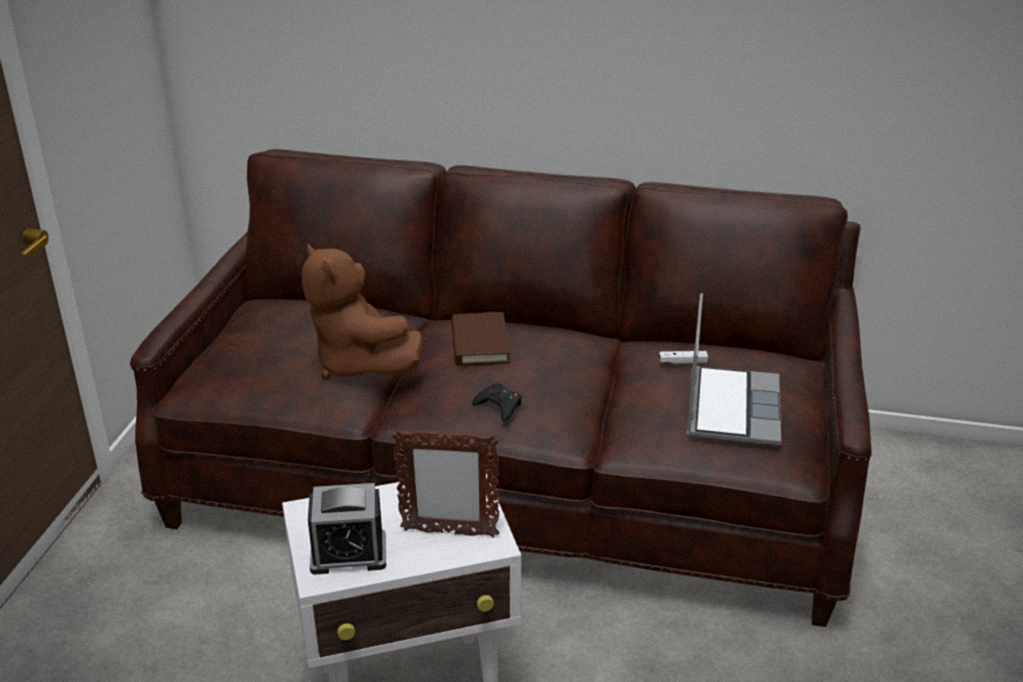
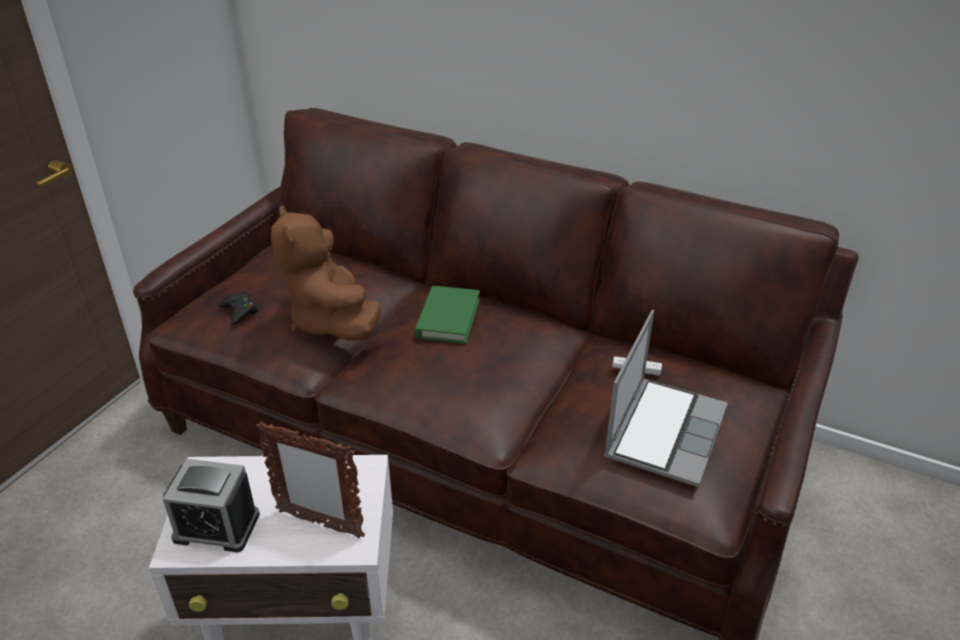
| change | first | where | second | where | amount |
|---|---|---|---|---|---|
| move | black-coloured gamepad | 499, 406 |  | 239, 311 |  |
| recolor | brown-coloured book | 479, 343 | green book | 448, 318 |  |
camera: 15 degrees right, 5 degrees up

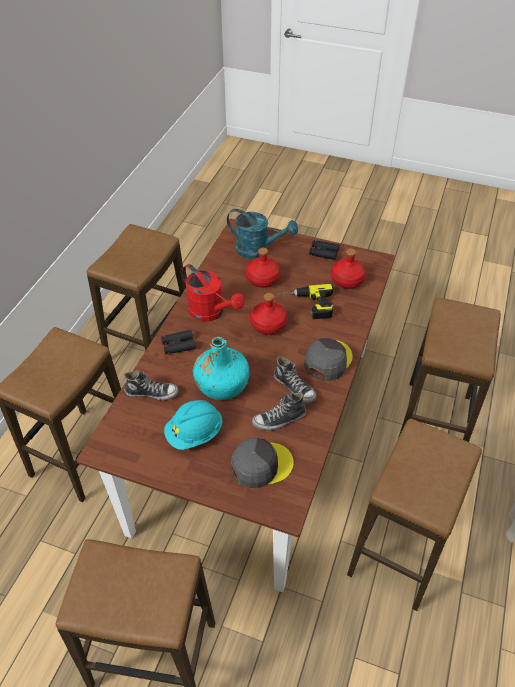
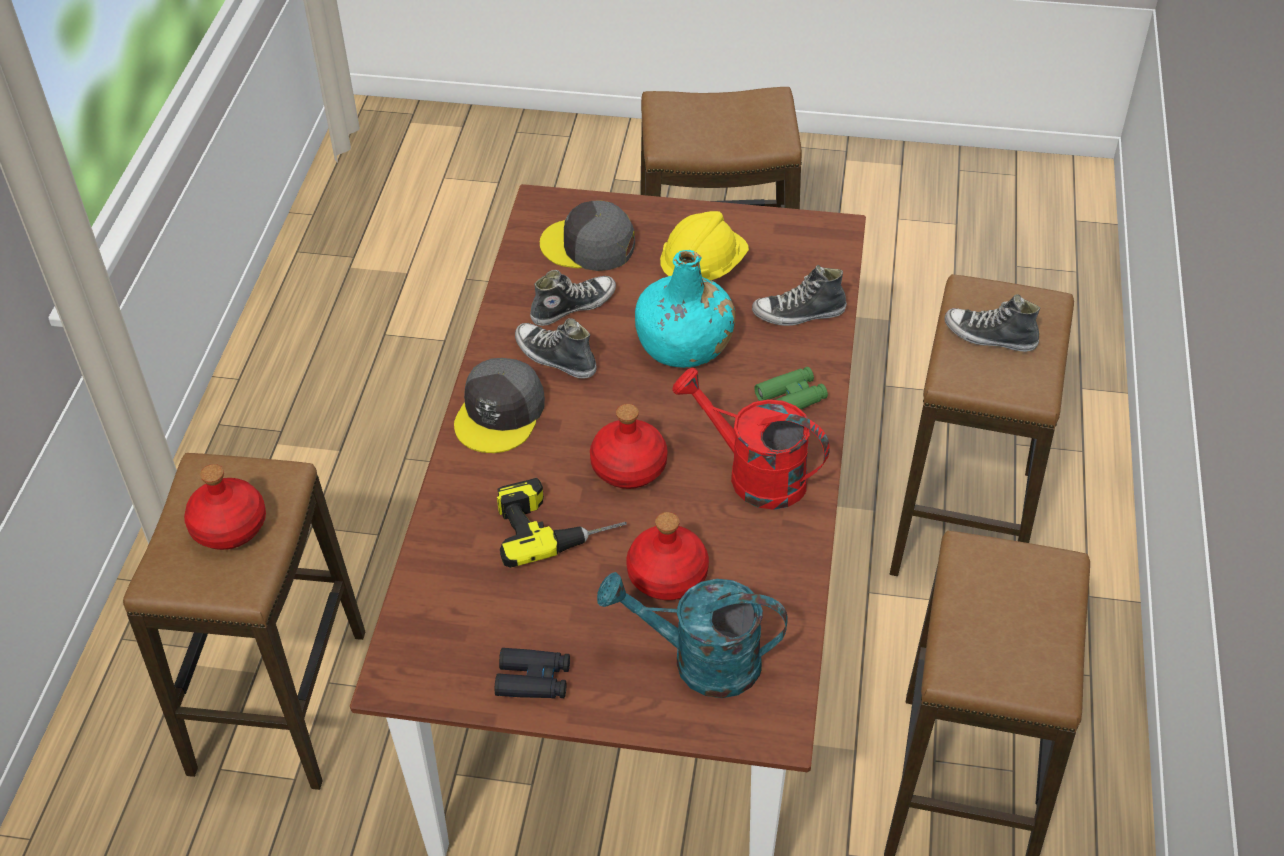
| change | first | where | second | where | amount |
|---|---|---|---|---|---|
| move | red beverage bottle | 347, 280 |  | 228, 526 |  |
| rotate | gray peaked cap | 261, 465 |  | 588, 245 | 45 degrees clockwise |
| recolor | turquoise hard hat | 194, 434 | yellow hard hat | 702, 268 |  |
| recolor | black-coloured pair of binoculars | 178, 345 | green pair of binoculars | 791, 398 |  |
| insert |  |  | shoe | 989, 336 |  |
| delete | sitting stool | 399, 550 |  |  |  |
camera: 170 degrees right, 0 degrees up

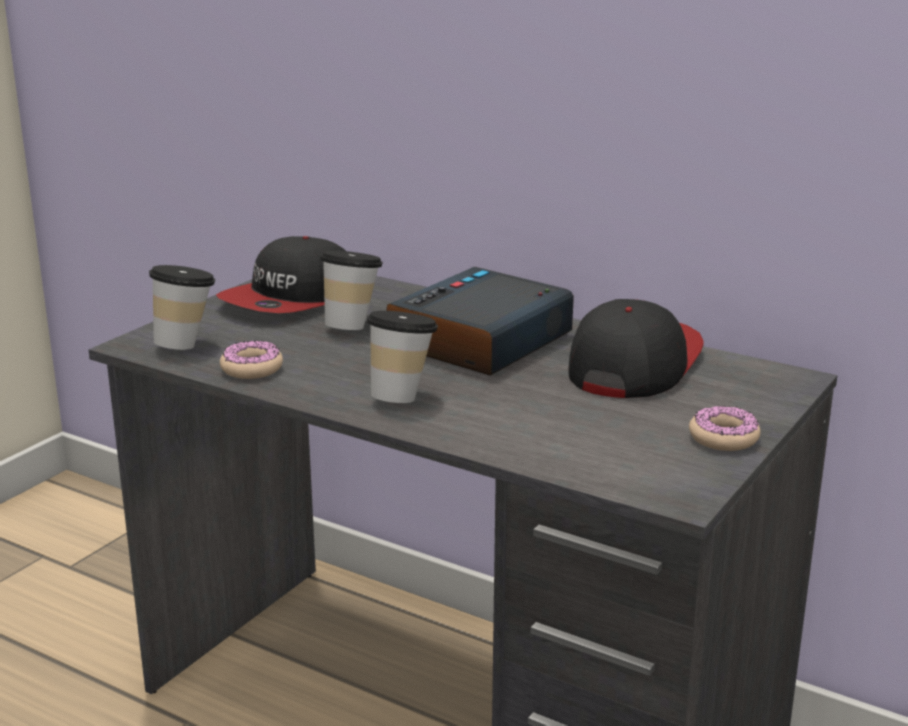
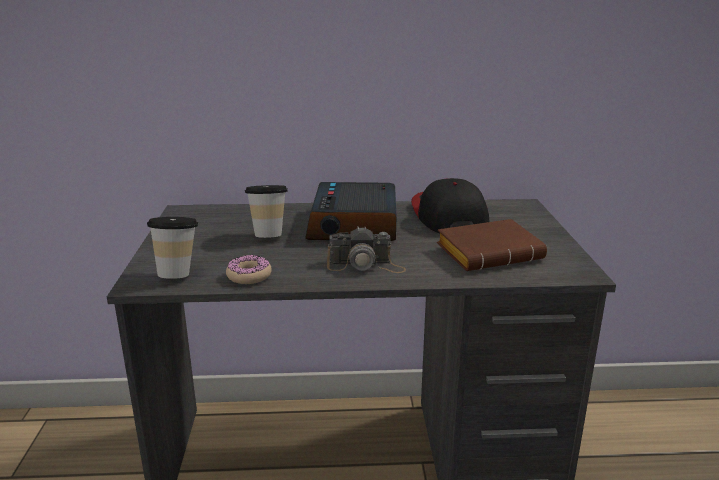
| change | first | where | second | where | amount |
|---|---|---|---|---|---|
| replace | small cup | 402, 396 | photo camera | 366, 265 |  |
| insert |  |  | brown-coloured book | 490, 252 |  |
| delete | peaked cap | 292, 299 |  |  |  |
| delete | donut | 723, 438 |  |  |  |
camera: 35 degrees left, 0 degrees up

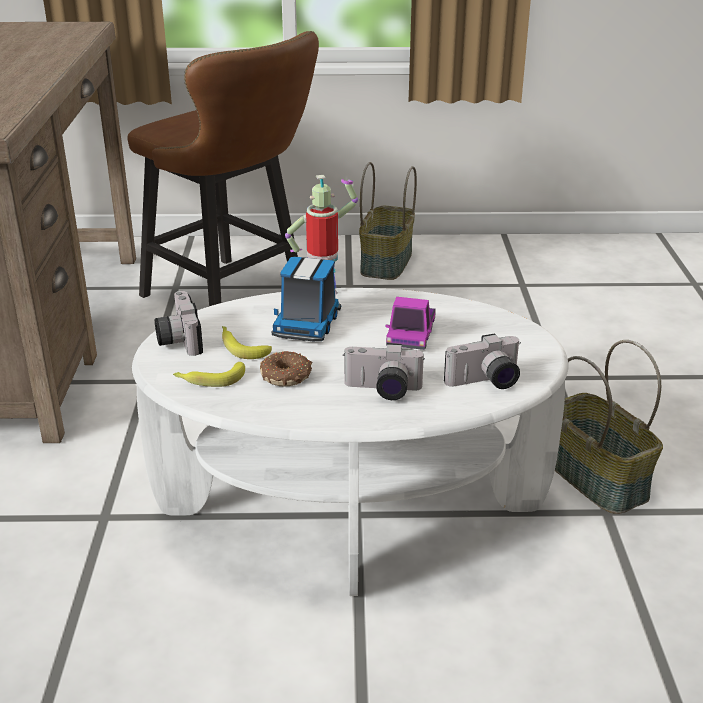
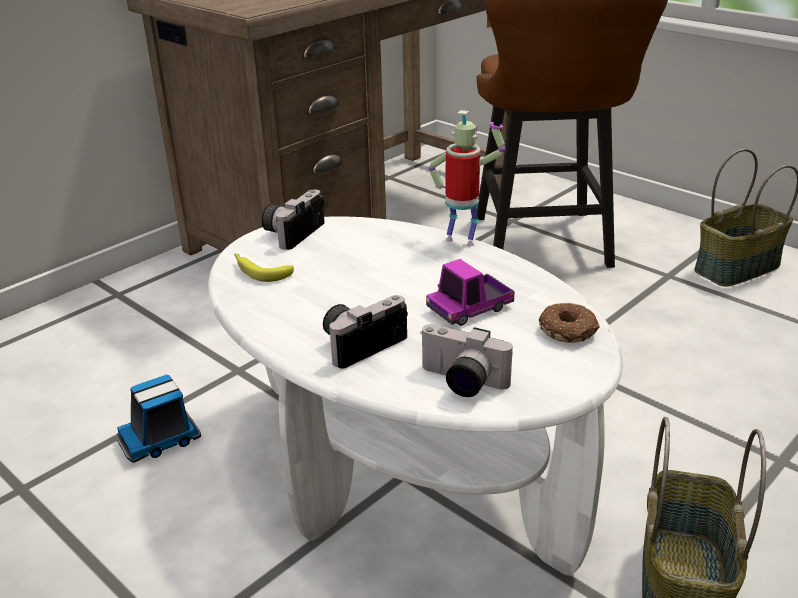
| change | first | where | second | where | amount |
|---|---|---|---|---|---|
| move | toy lorry | 307, 324 |  | 161, 439 |  |
| rotate | photo camera | 382, 391 |  | 361, 343 | 90 degrees clockwise |
| move | donut | 287, 376 |  | 568, 331 |  |
| delete | banana fruit | 241, 347 |  |  |  |
camera: 45 degrees right, 0 degrees up

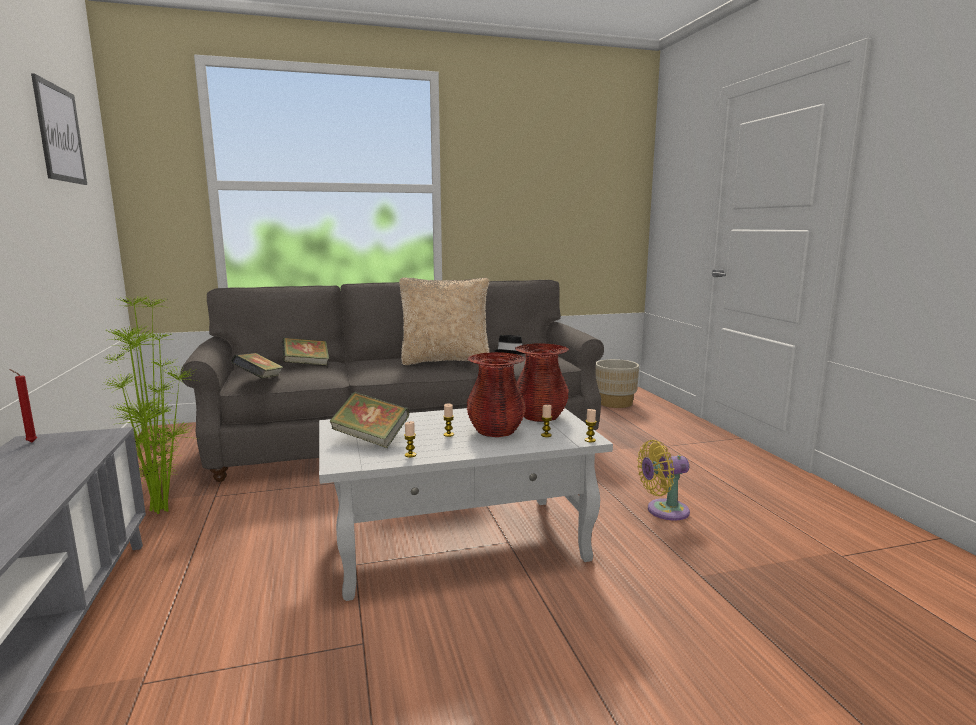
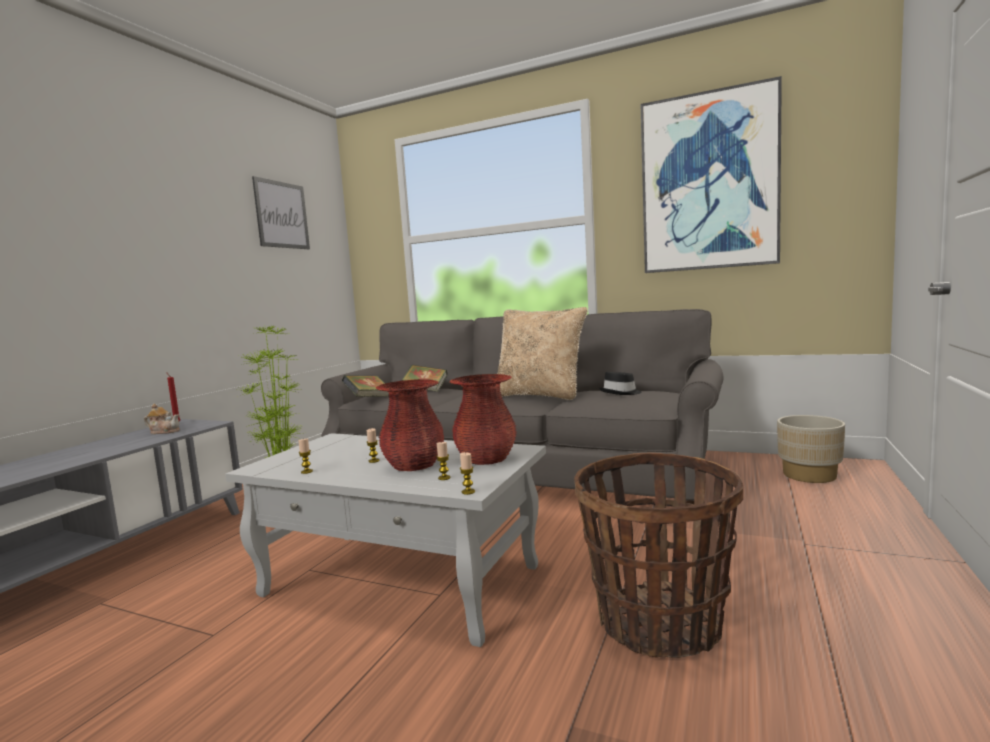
| change | first | where | second | where | amount |
|---|---|---|---|---|---|
| insert |  |  | teapot | 164, 431 |  |
| replace | yellow cooling fan | 663, 511 | basket | 659, 623 |  |
| insert |  |  | wall picture | 708, 183 |  |
| delete | book | 370, 439 |  |  |  |
camera: 40 degrees right, 5 degrees down

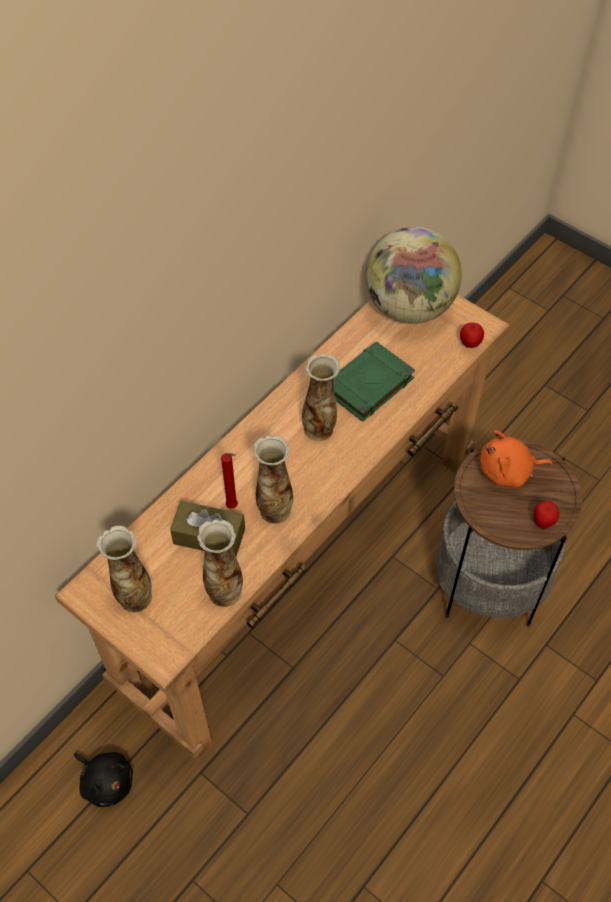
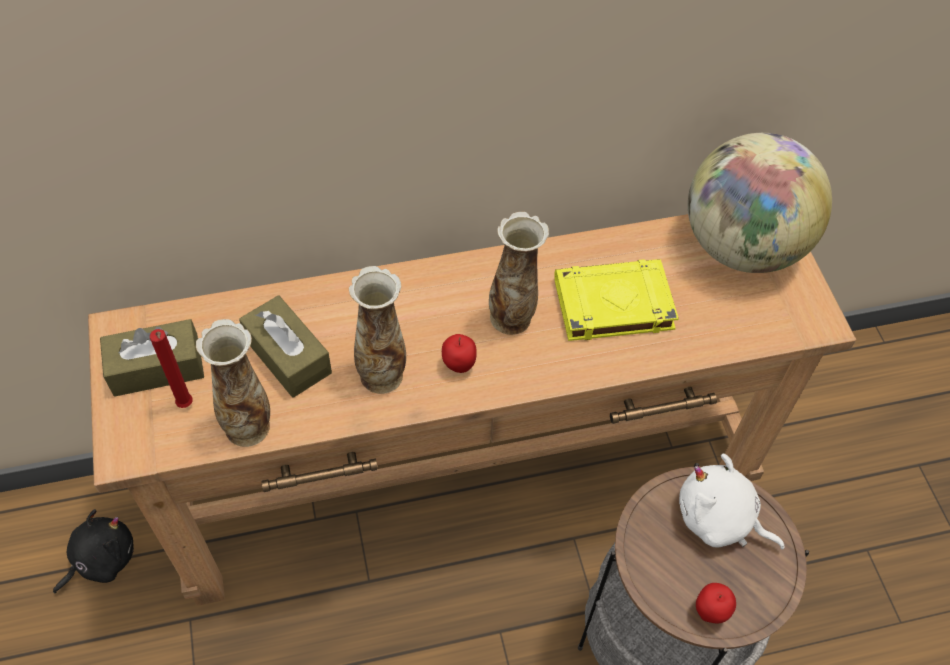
| change | first | where | second | where | amount |
|---|---|---|---|---|---|
| rotate | black-coloured cuddly toy | 106, 781 |  | 101, 559 | 120 degrees counterclockwise |
| replace | decorative vase | 134, 596 | brown-coloured box of tissues | 157, 368 |  |
| move | red candle | 233, 506 |  | 186, 406 |  |
| move | apple fruit | 469, 344 |  | 458, 365 |  |
| recolor | green book | 368, 385 | yellow book | 612, 305 |  |
| recolor | orangey cuddly toy | 508, 471 | white-coloured cuddly toy | 719, 519 |  |
camera: 35 degrees right, 0 degrees up

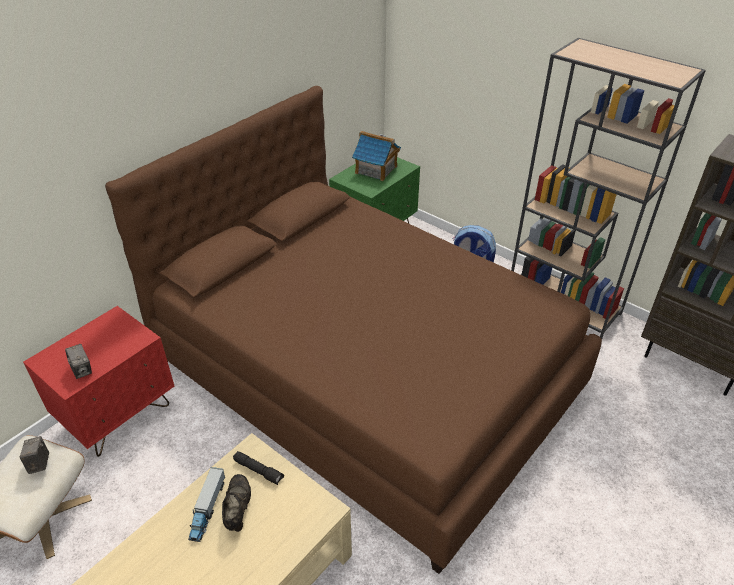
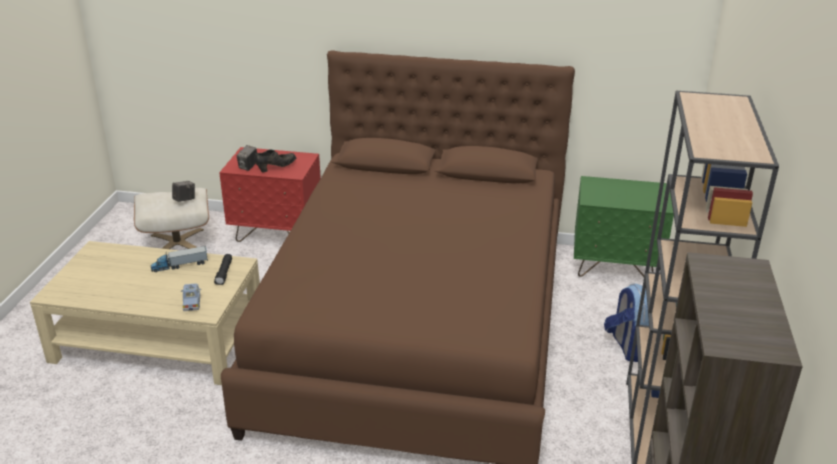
| change | first | where | second | where | amount |
|---|---|---|---|---|---|
| insert |  |  | blue-coloured model car | 192, 301 |  |
| move | black-coloured shoe | 238, 509 |  | 276, 167 |  |
| delete | toy house | 376, 170 |  |  |  |
camera: 60 degrees right, 10 degrees down

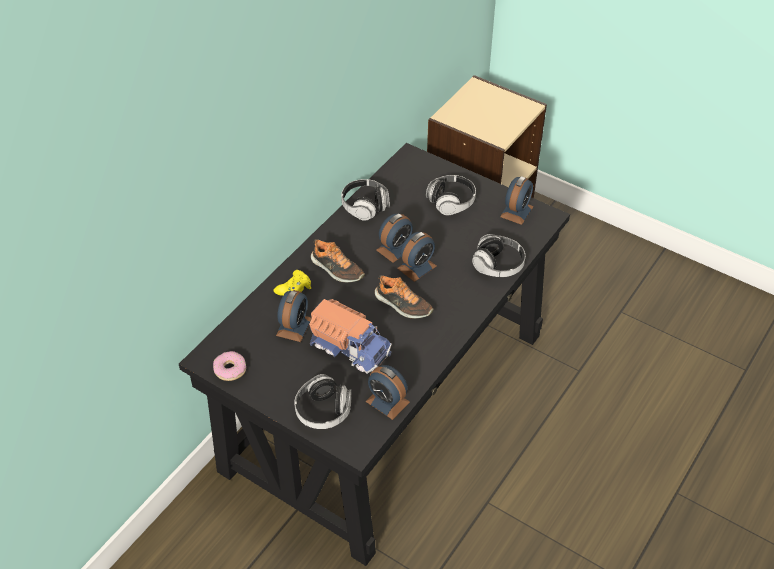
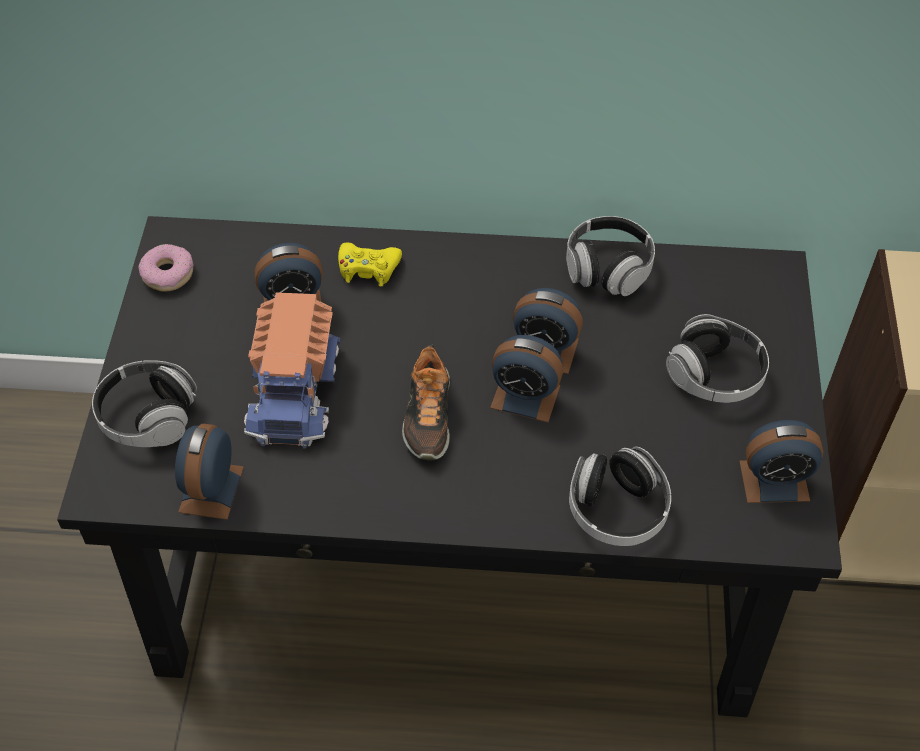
| change | first | where | second | where | amount |
|---|---|---|---|---|---|
| delete | shoe | 336, 269 |  |  |  |
camera: 60 degrees right, 5 degrees up

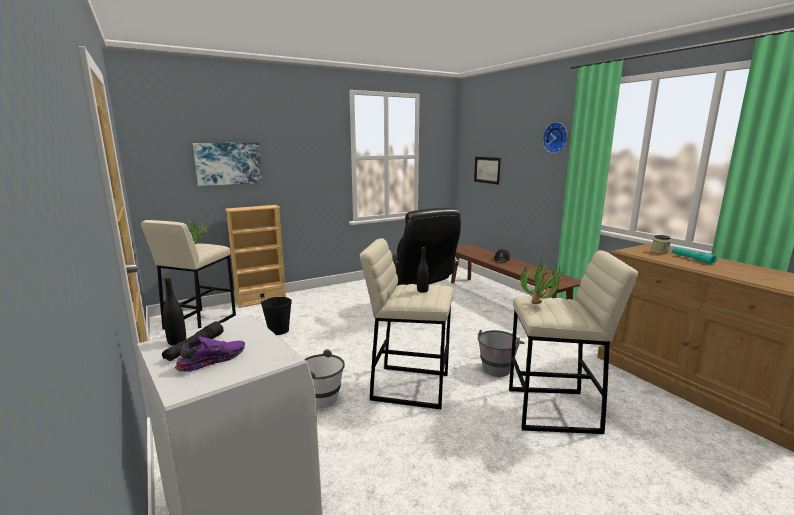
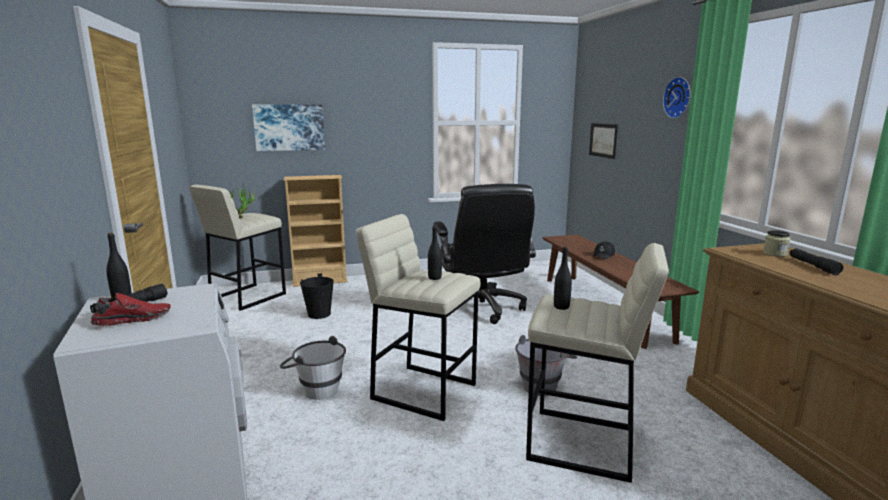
| change | first | where | second | where | amount |
|---|---|---|---|---|---|
| recolor | purplish shoe | 212, 360 | red shoe | 133, 319 |  |
| replace | potted plant | 541, 305 | black-coloured beverage bottle | 561, 307 |  |
| recolor | turquoise flashlight | 692, 259 | black-coloured flashlight | 813, 266 |  |
camera: 15 degrees right, 0 degrees up

